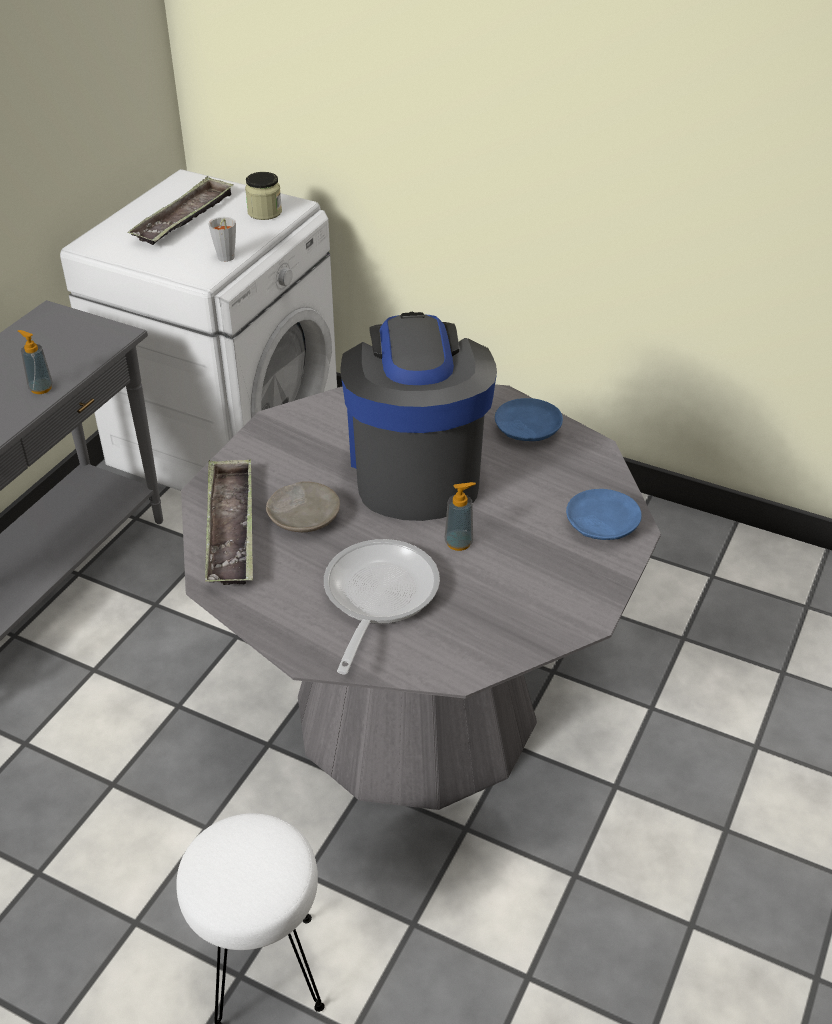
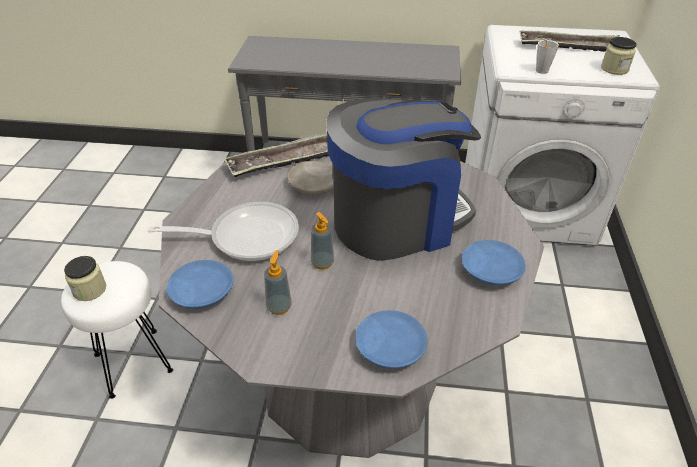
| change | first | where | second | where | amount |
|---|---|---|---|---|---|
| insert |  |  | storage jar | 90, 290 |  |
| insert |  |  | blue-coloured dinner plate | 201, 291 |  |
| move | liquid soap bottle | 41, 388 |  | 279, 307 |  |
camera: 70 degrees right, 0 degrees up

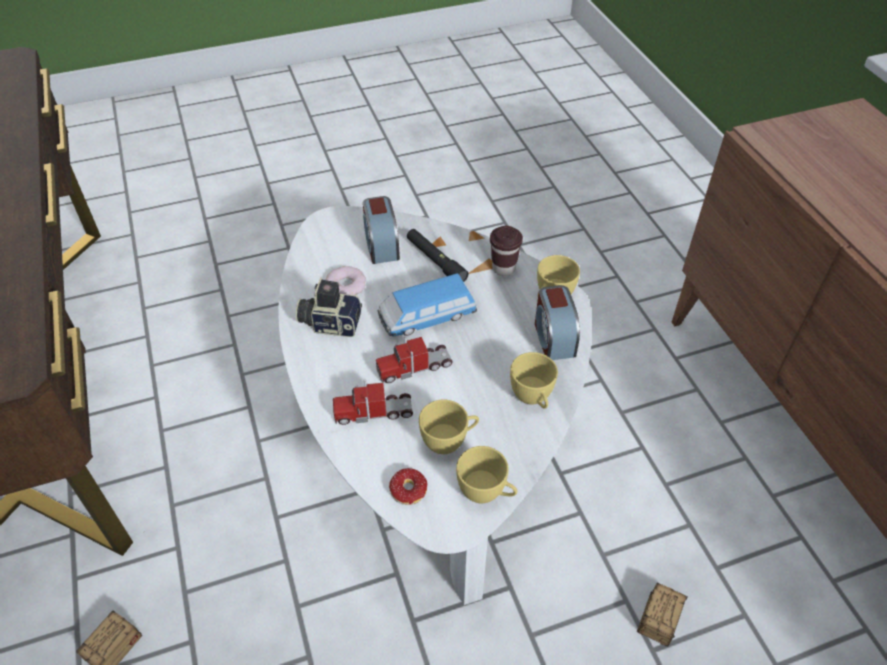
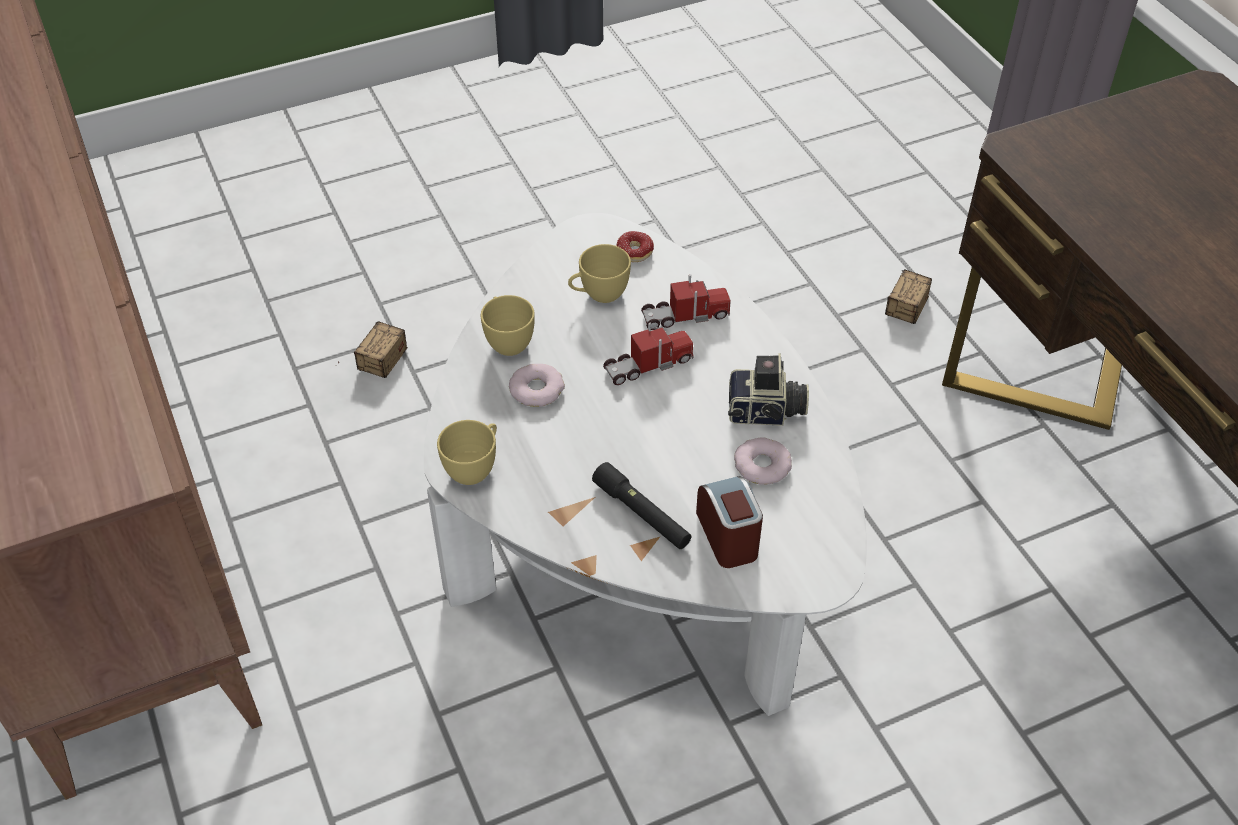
| change | first | where | second | where | amount |
|---|---|---|---|---|---|
| insert |  |  | donut | 537, 389 |  |
| delete | model car | 427, 317 |  |  |  |
| delete | yellow small cup | 486, 493 |  |  |  |
| delete | brown-coloured small cup | 503, 268 |  |  |  |
| delete | alarm clock | 553, 338 |  |  |  |
camera: 175 degrees right, 0 degrees up

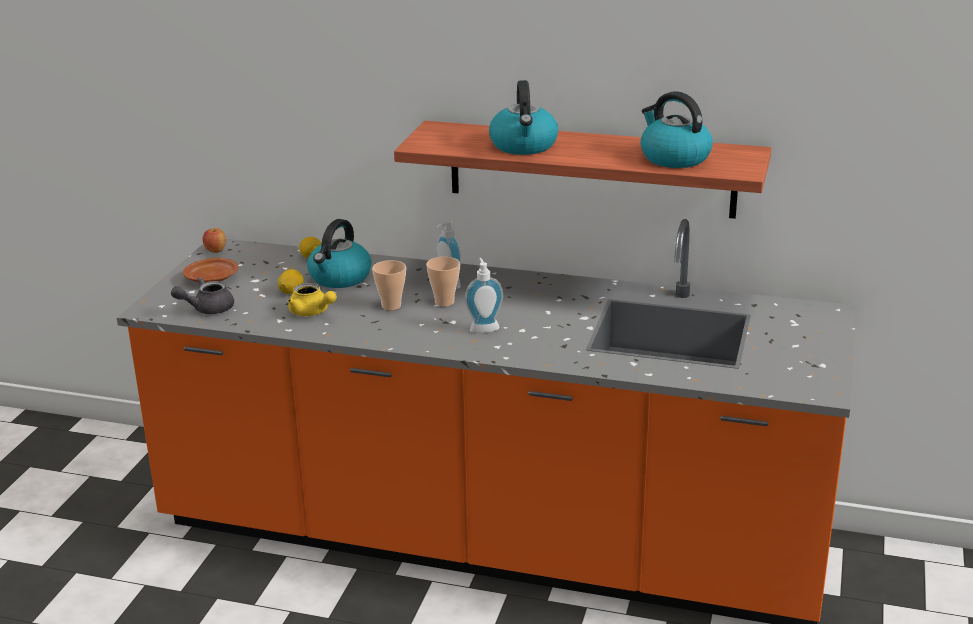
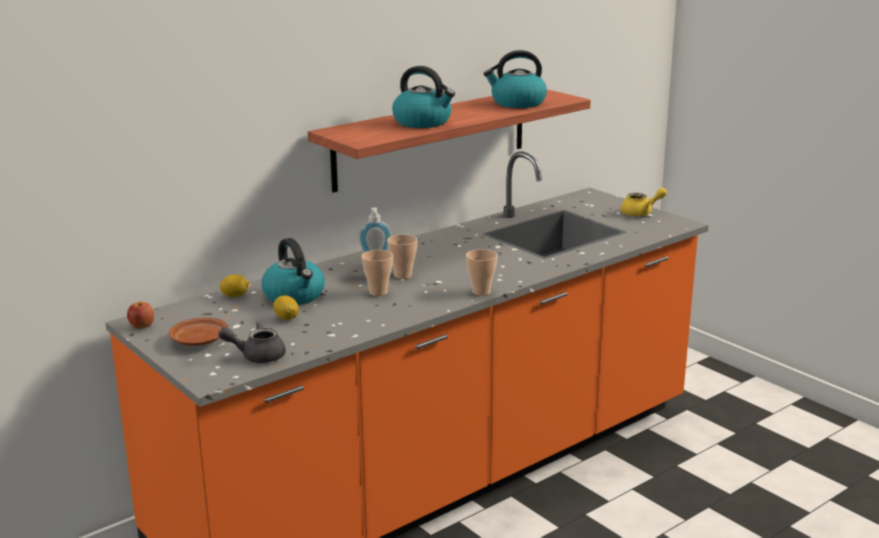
| change | first | where | second | where | amount |
|---|---|---|---|---|---|
| rotate | gray teapot | 207, 309 |  | 257, 356 | 75 degrees clockwise |
| insert |  |  | small cup | 481, 292 |  |
| move | yellow teapot | 312, 312 |  | 641, 213 |  |
| delete | liquid soap bottle | 483, 328 |  |  |  |
camera: 55 degrees left, 5 degrees down

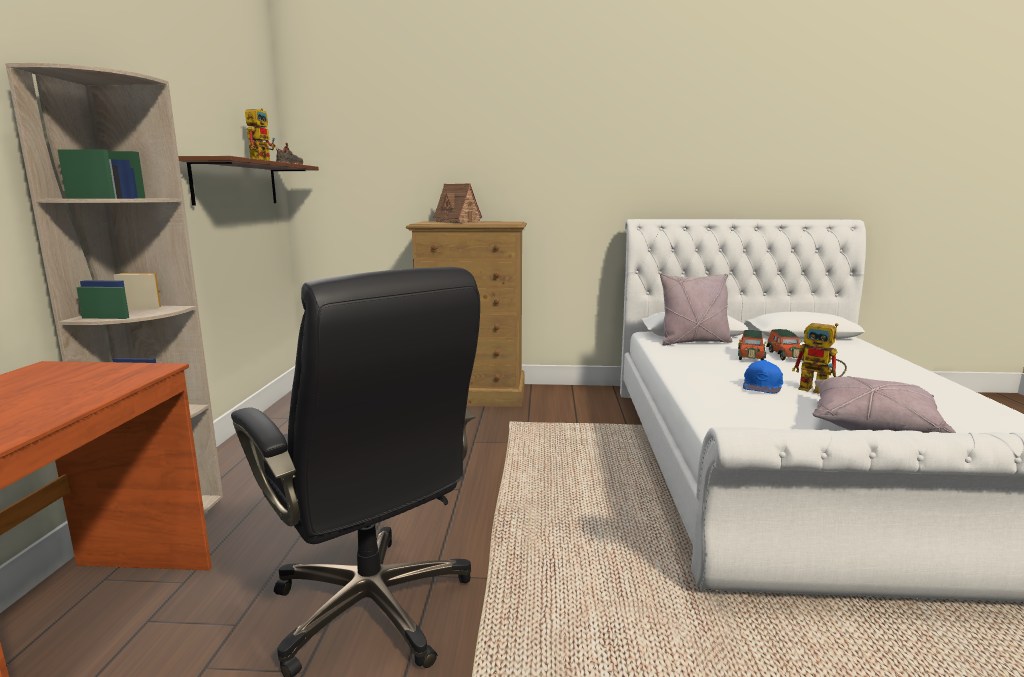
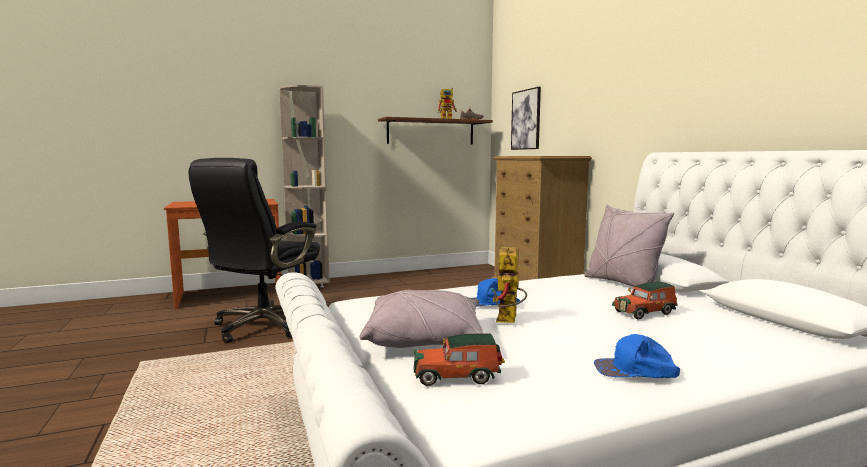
| change | first | where | second | where | amount |
|---|---|---|---|---|---|
| move | model car | 751, 356 |  | 458, 376 |  |
| insert |  |  | wall picture | 526, 119 |  |
| insert |  |  | blue-coloured peaked cap | 635, 371 |  |
| delete | toy house | 459, 222 |  |  |  |
camera: 65 degrees right, 5 degrees down

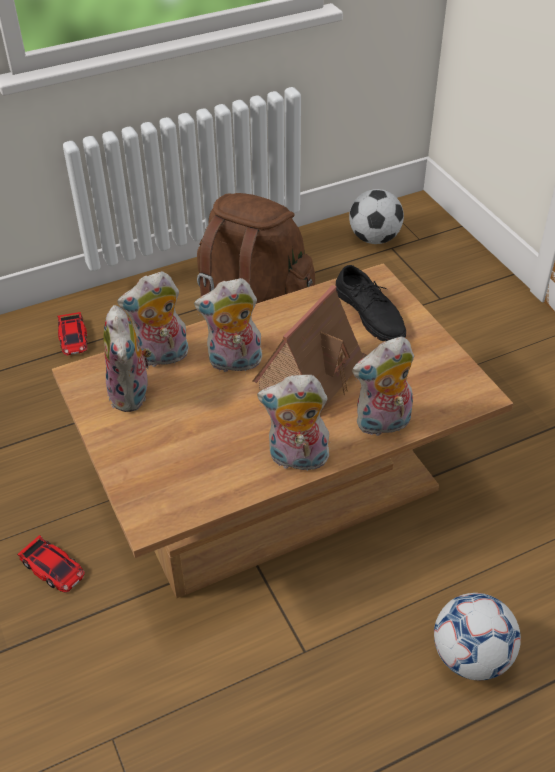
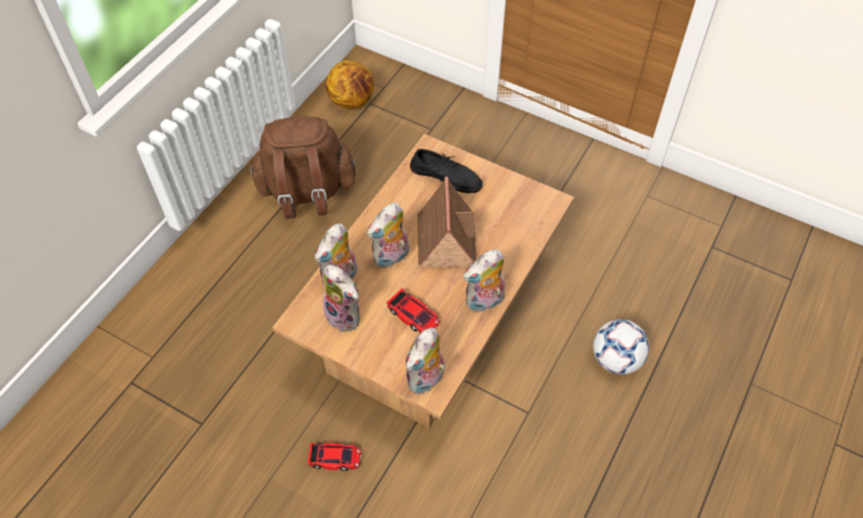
| change | first | where | second | where | amount |
|---|---|---|---|---|---|
| replace | football ball | 374, 239 | basketball ball | 352, 101 |  |
| move | model car | 73, 338 |  | 413, 315 |  |
| move | cuddly toy | 382, 424 |  | 426, 380 |  |
camera: 35 degrees left, 10 degrees up

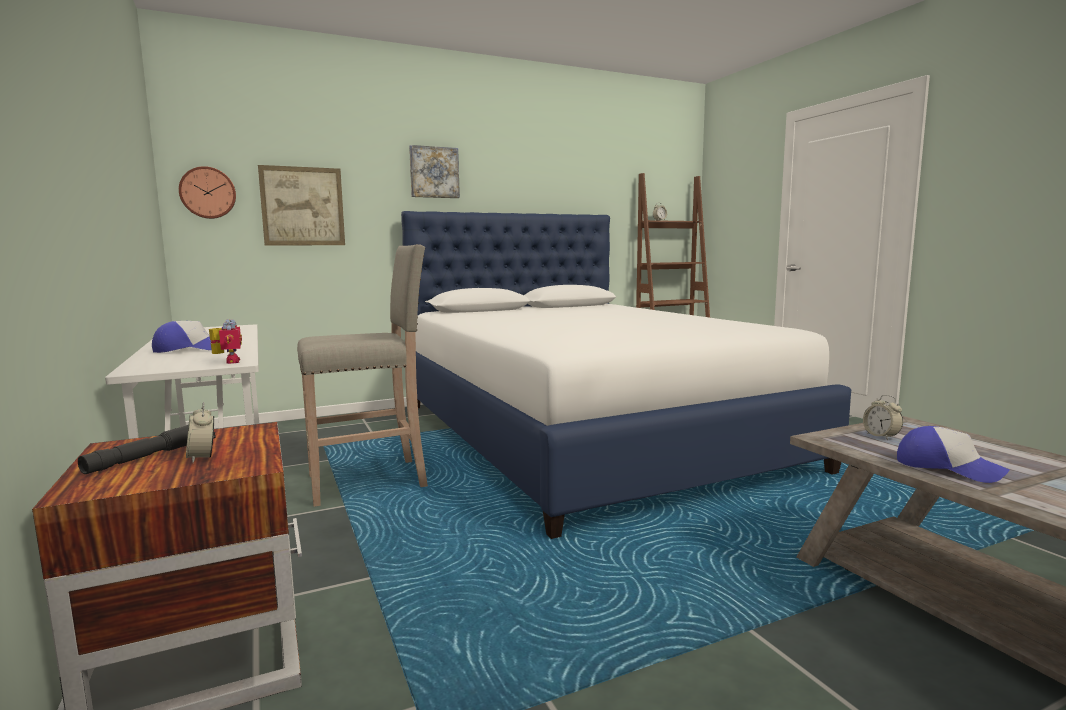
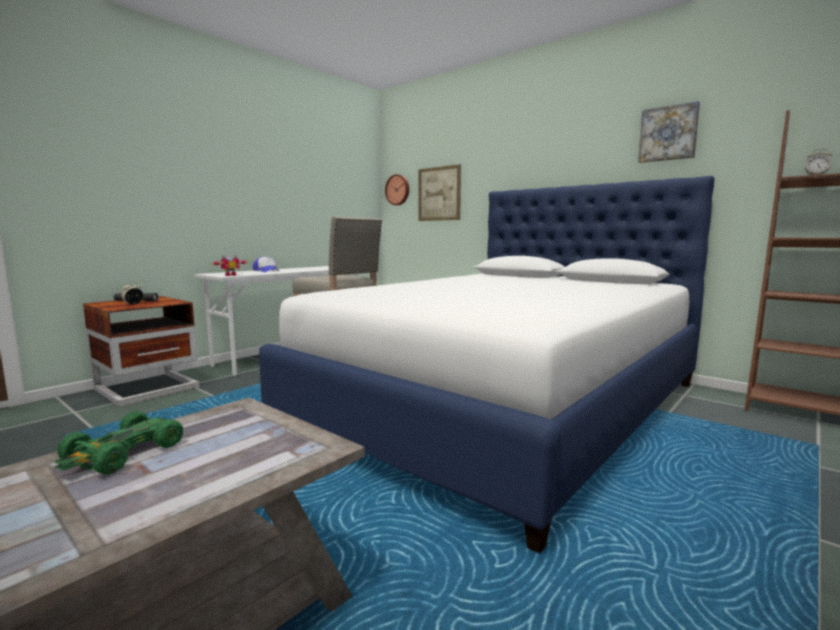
| change | first | where | second | where | amount |
|---|---|---|---|---|---|
| replace | peaked cap | 947, 468 | green model car | 123, 454 |  |
| move | wall picture | 434, 172 |  | 668, 134 |  |
| delete | alarm clock | 881, 436 |  |  |  |
camera: 65 degrees right, 0 degrees up

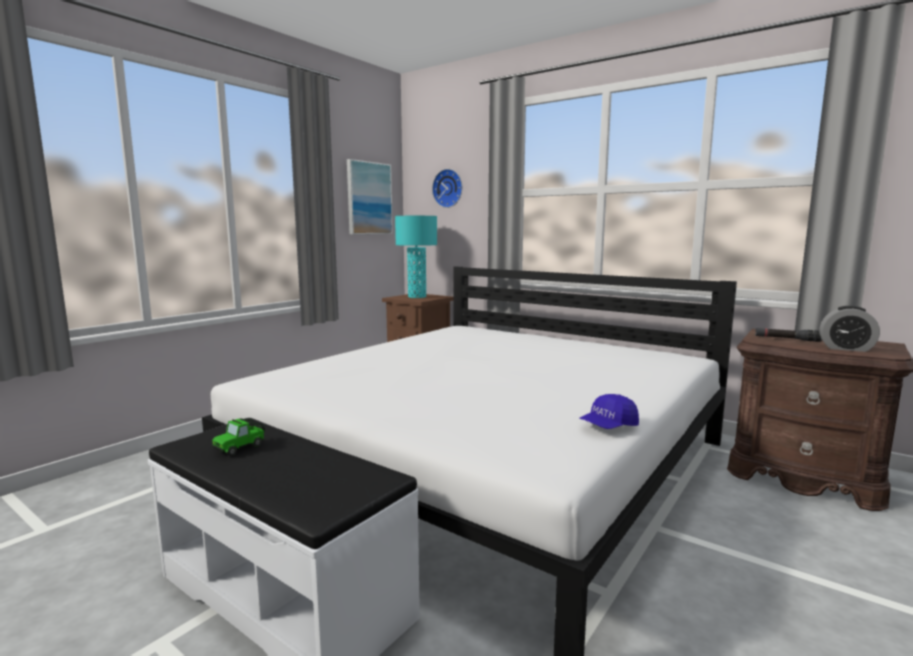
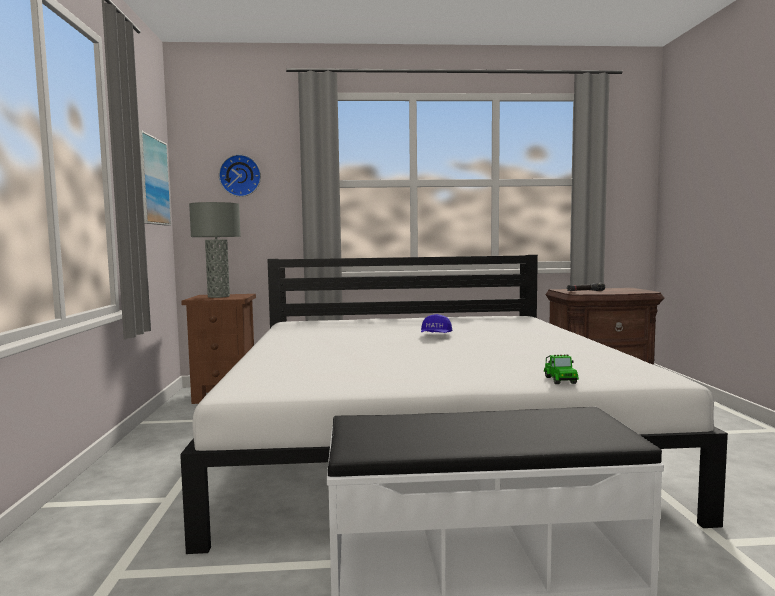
| change | first | where | second | where | amount |
|---|---|---|---|---|---|
| recolor | turquoise tabletop lamp | 416, 296 | gray tabletop lamp | 218, 296 |  |
| move | blue-coloured peaked cap | 608, 427 |  | 435, 335 |  |
| move | model car | 241, 447 |  | 559, 380 |  |
| delete | alarm clock | 846, 348 |  |  |  |
camera: 40 degrees left, 5 degrees down

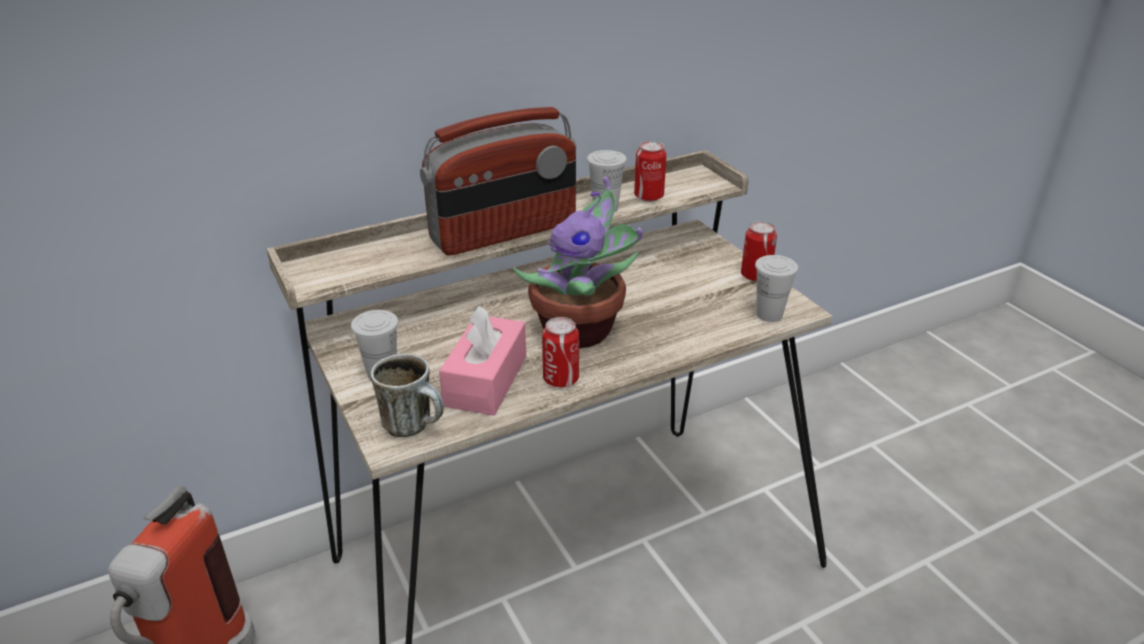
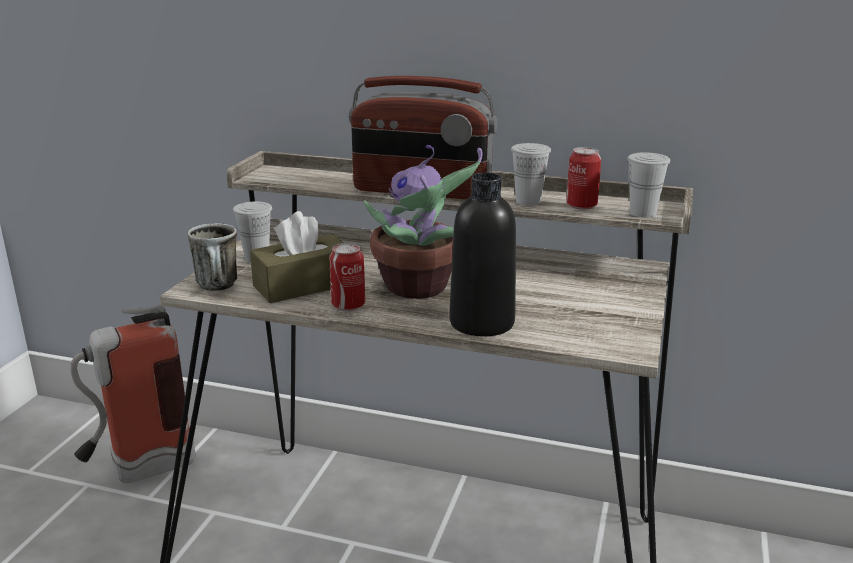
| change | first | where | second | where | amount |
|---|---|---|---|---|---|
| recolor | pink box of tissues | 486, 380 | brown-coloured box of tissues | 303, 285 |  |
| insert |  |  | black-coloured beverage bottle | 482, 323 |  |
| move | white-coloured small cup | 769, 314 |  | 642, 213 |  |
| delete | metal can | 755, 276 |  |  |  |
camera: 45 degrees right, 10 degrees down

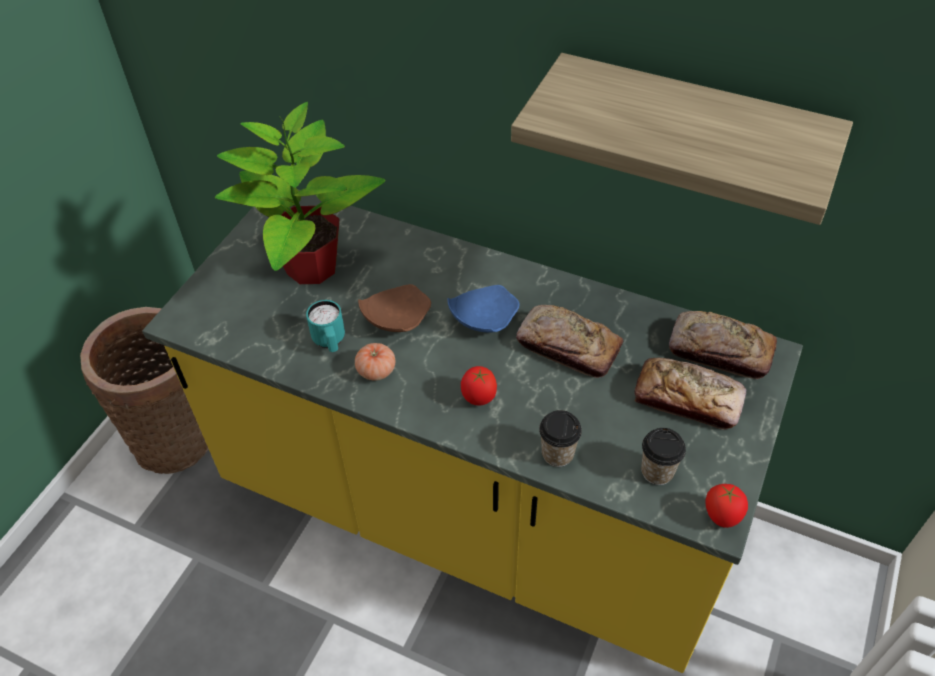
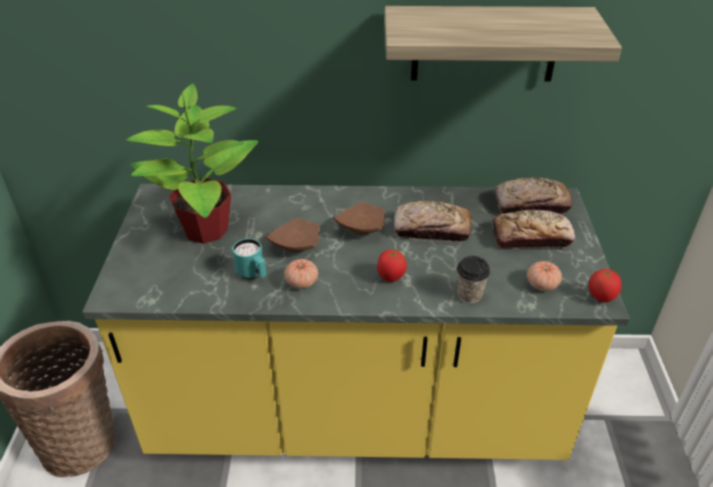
| change | first | where | second | where | amount |
|---|---|---|---|---|---|
| recolor | blue-coloured dinner plate | 482, 318 | brown-coloured dinner plate | 360, 228 |  |
| replace | small cup | 657, 471 | tomato | 542, 284 |  |
camera: 25 degrees left, 10 degrees down

